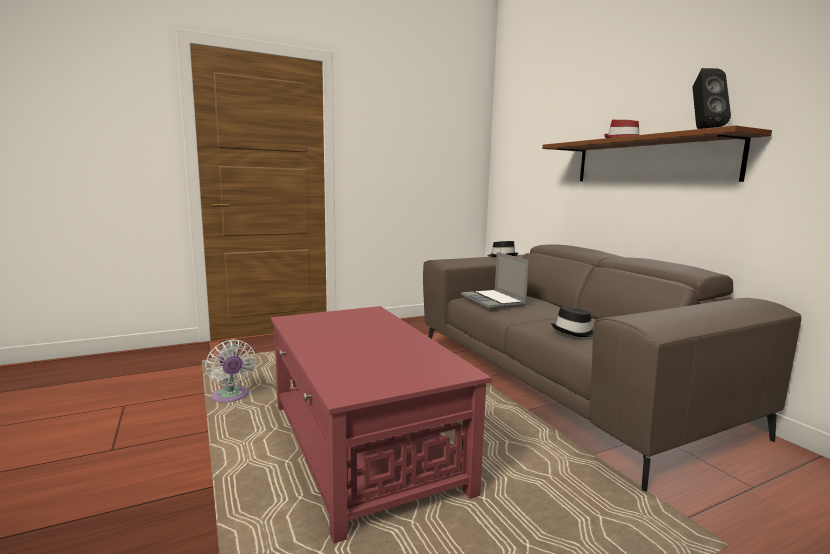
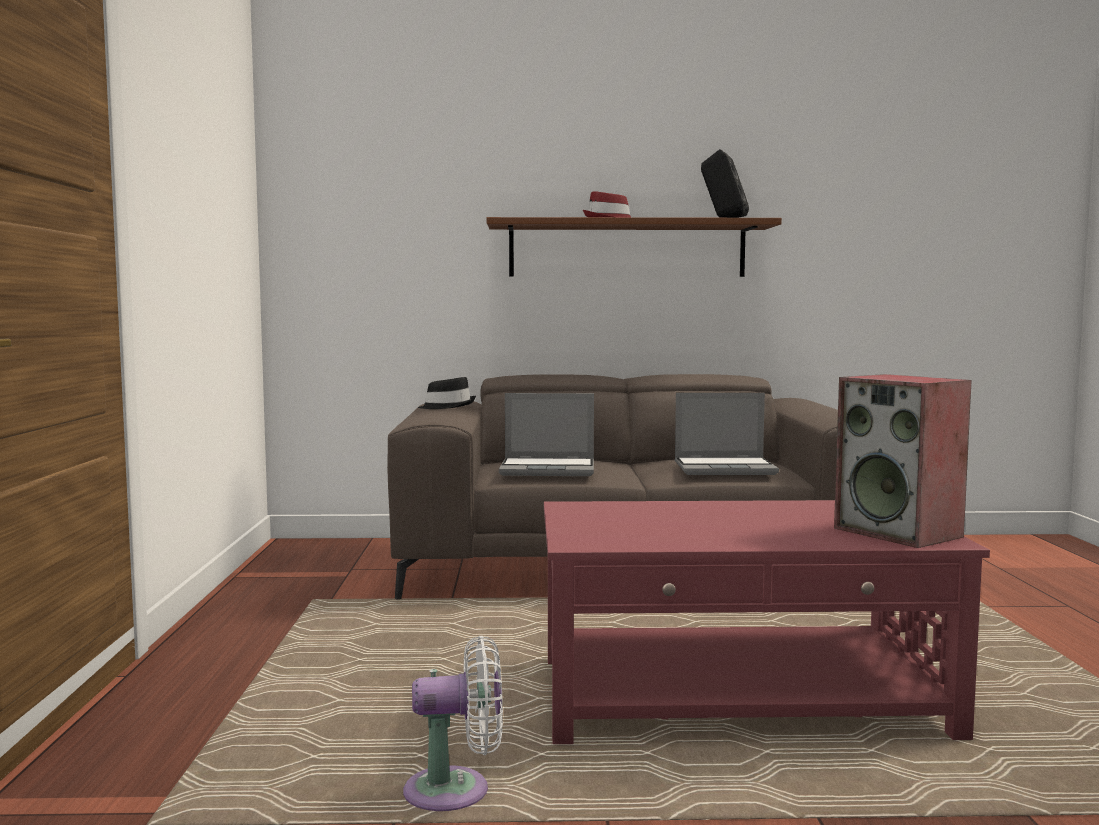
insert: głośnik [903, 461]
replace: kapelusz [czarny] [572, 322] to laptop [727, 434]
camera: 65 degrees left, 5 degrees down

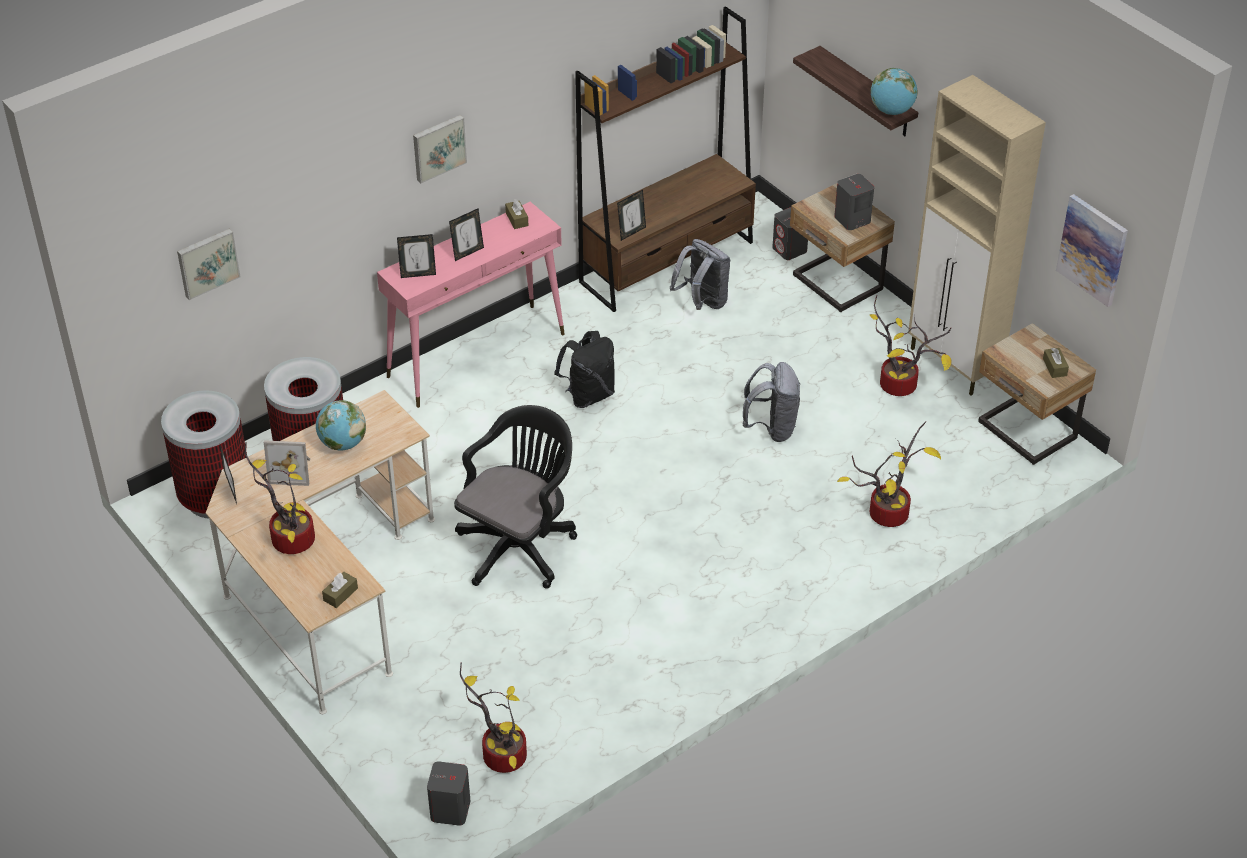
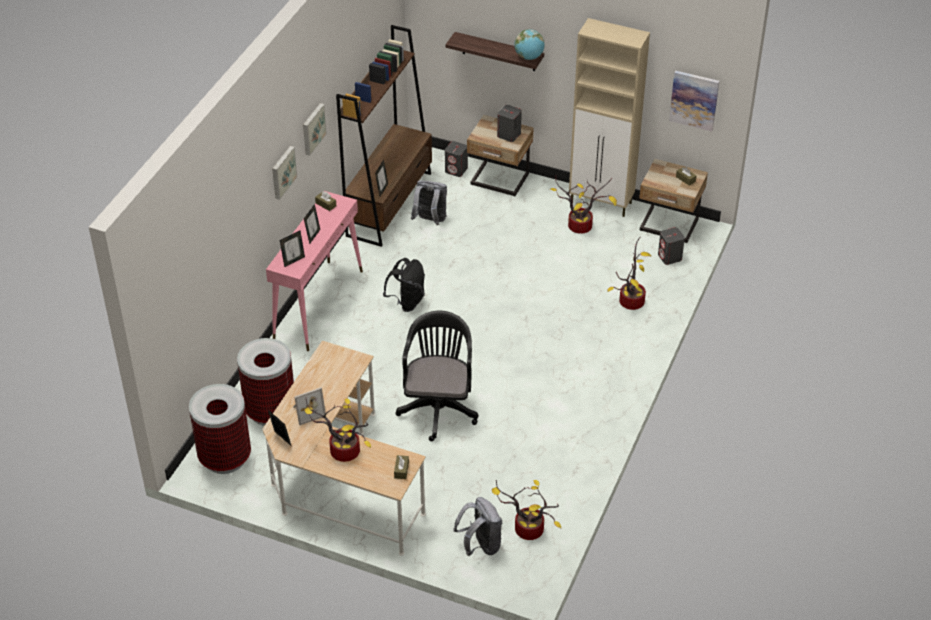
delete: globus [341, 425]
move: obraz [209, 264] to [315, 129]; plecak [szary] [771, 402] to [477, 526]; głośnik [szary] [448, 793] to [671, 246]
camera: 30 degrees left, 0 degrees up

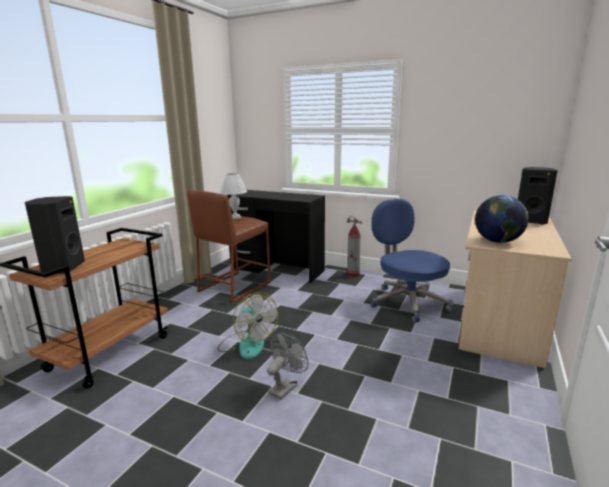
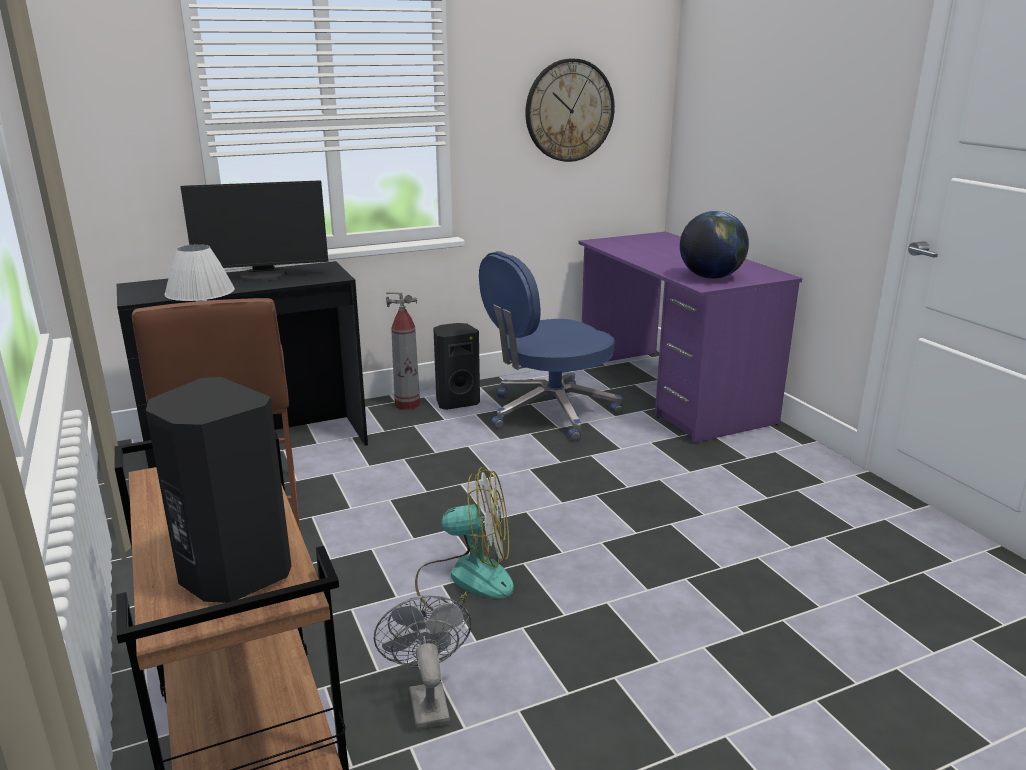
insert: monitor [254, 231]; zegar ścienny [570, 110]
move: wentylator [szary] [287, 366] to [422, 662]; głośnik [czarny] [538, 196] to [456, 366]
recolor: biurko [beżowy] [515, 289] to biurko [fioletowy] [690, 337]
rotate: krzesło biurowe [niebieski] [412, 261] = [551, 346] 45 degrees counterclockwise
camera: 50 degrees left, 5 degrees up

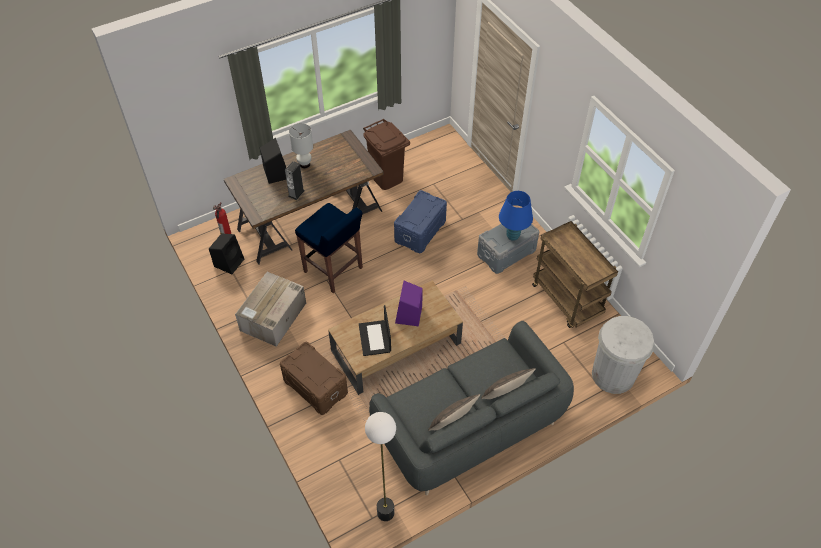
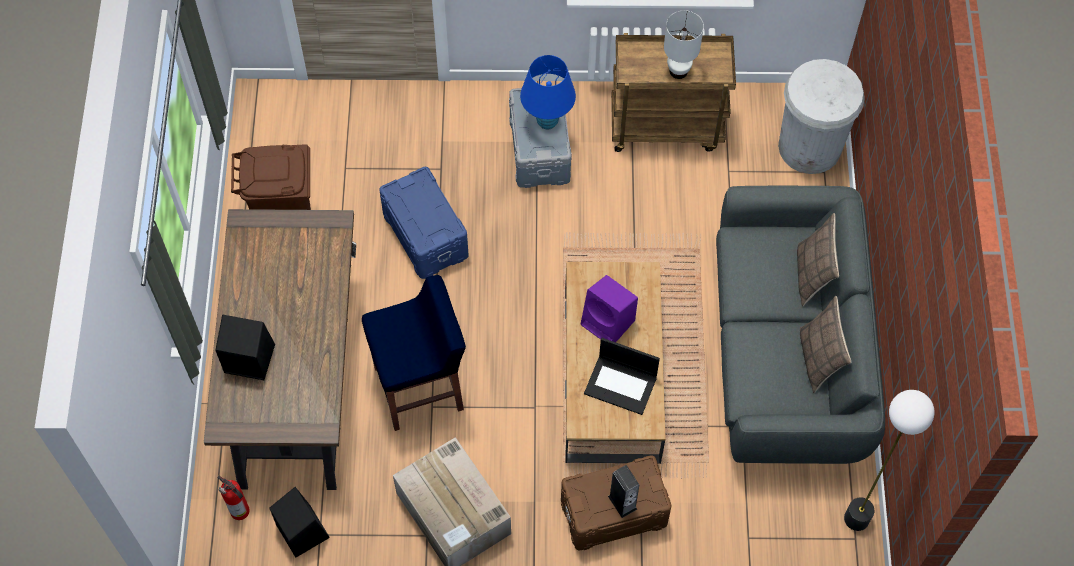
move: głośnik [295, 180] to [623, 491]; lampa stołowa [biały] [301, 145] to [684, 44]
camera: 60 degrees left, 10 degrees up

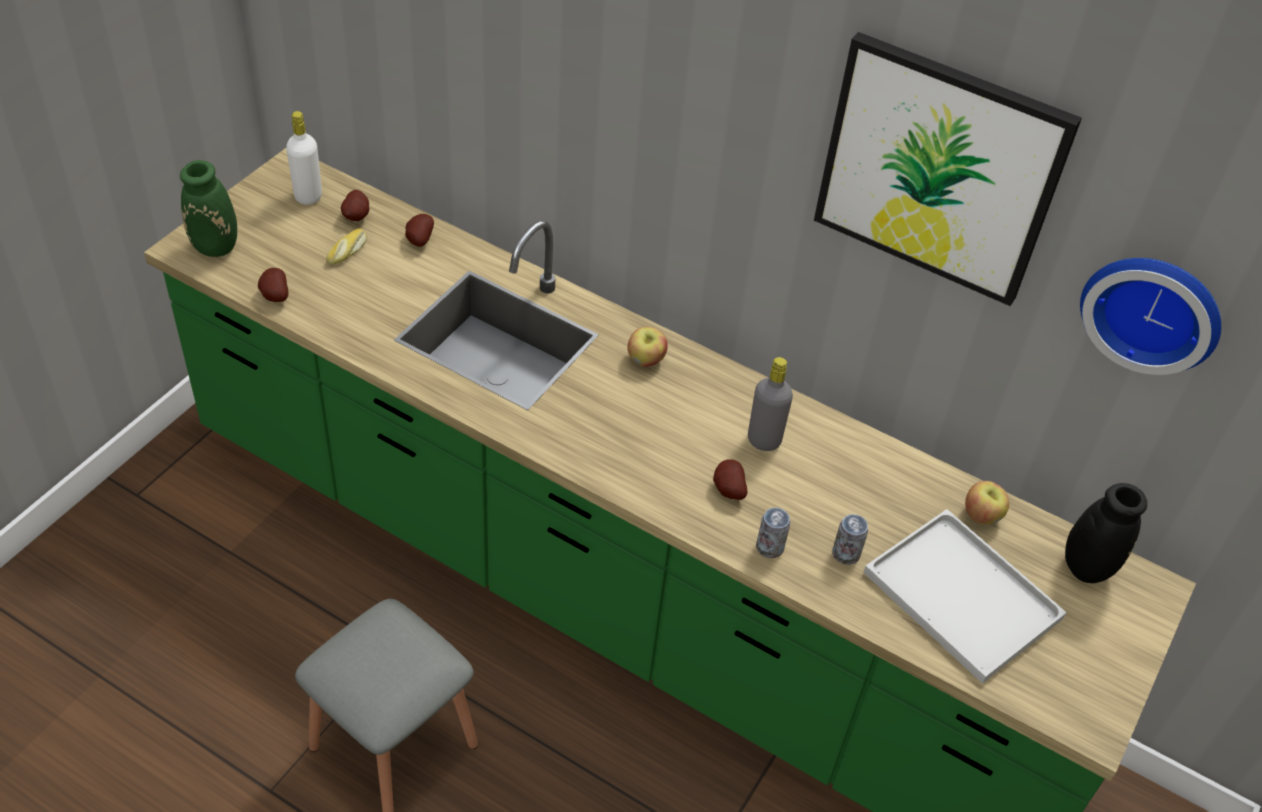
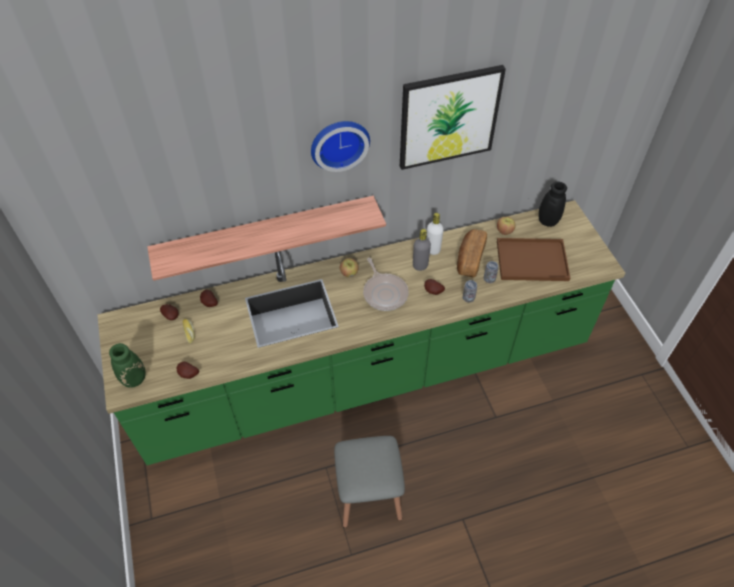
insert: półka [266, 238]; patelnia [386, 284]; chleb [472, 253]
move: zegar ścienny [1150, 316] to [340, 146]; butelka [biały] [304, 158] to [435, 234]
recolor: taca [biały] [965, 596] to taca [brązowy] [533, 259]
camera: 45 degrees left, 5 degrees up

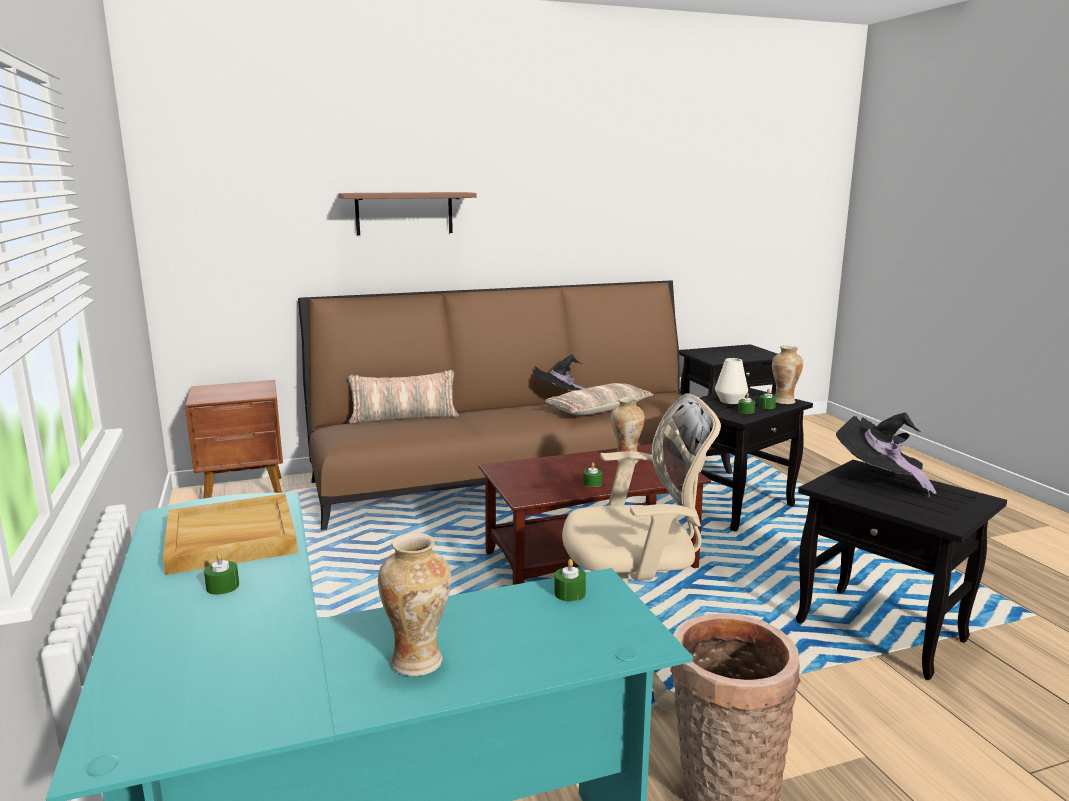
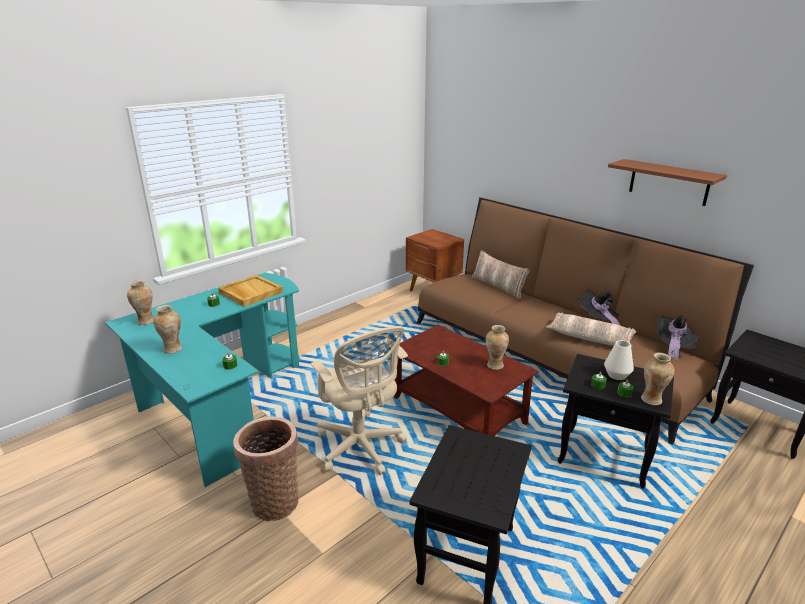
insert: wazon [140, 302]
move: półka [brązowy] [407, 213] to [667, 182]; kapelusz [czarny] [886, 455] to [678, 337]
camera: 65 degrees right, 10 degrees up

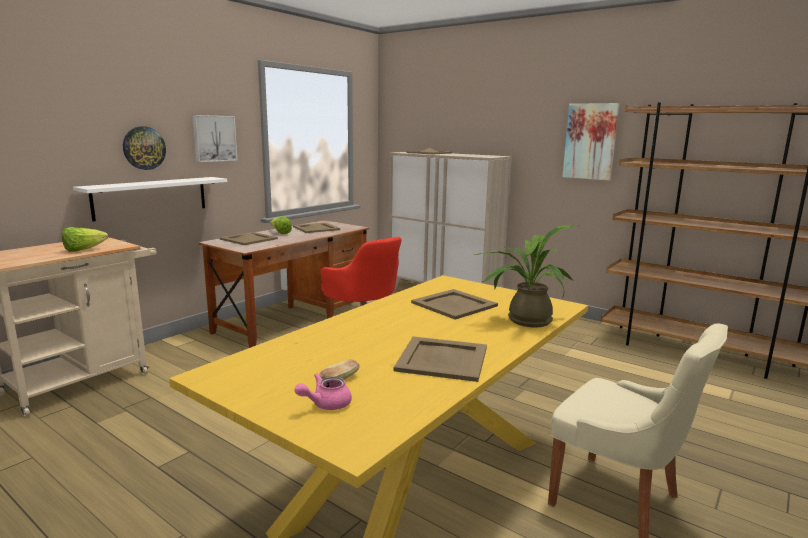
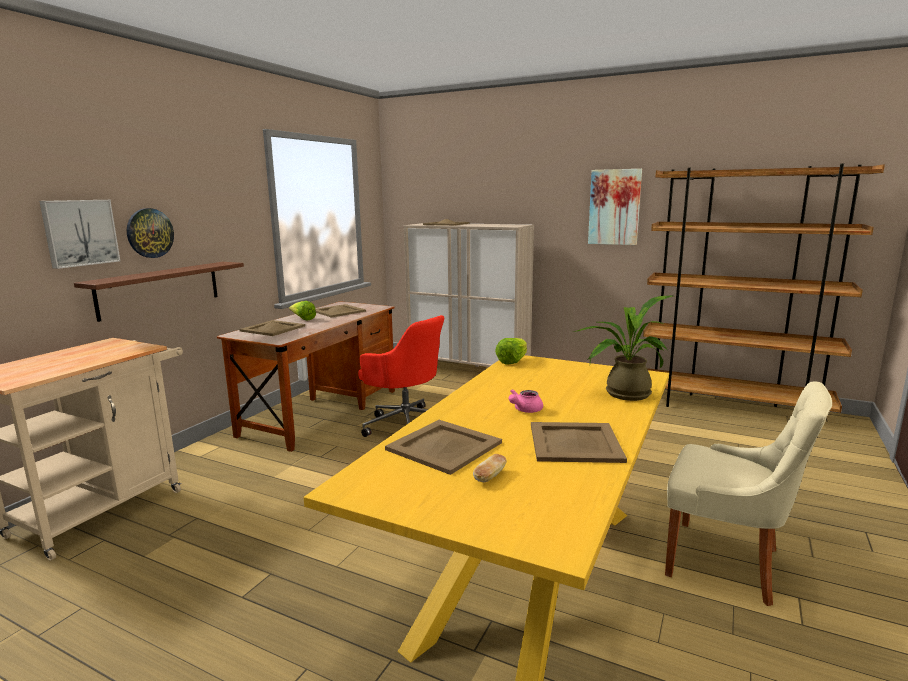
move: obraz [214, 138] to [79, 234]; taca [beżowy] [454, 304] to [443, 447]; sałata [85, 239] to [511, 351]; imbryk [różowy] [323, 391] to [525, 401]
recolor: półka [biały] [150, 199] to półka [brązowy] [159, 292]
camera: 10 degrees left, 0 degrees up

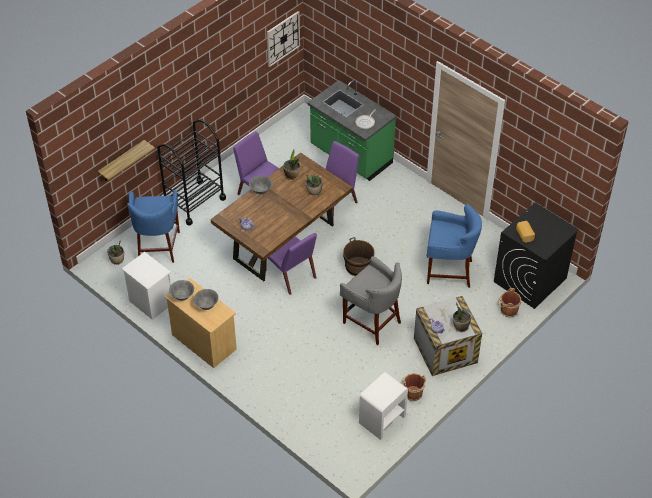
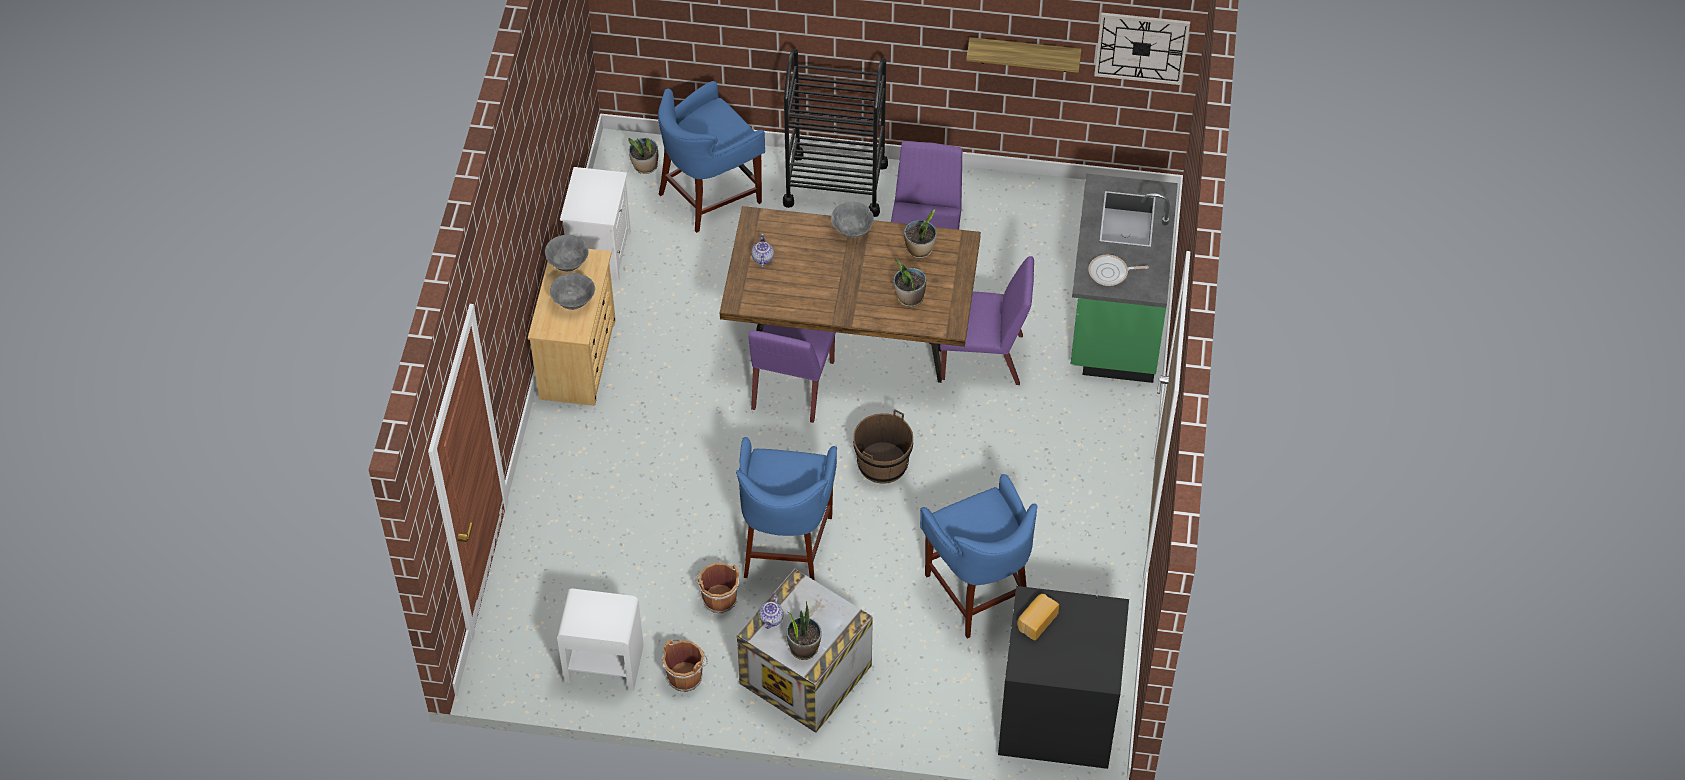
move: wiadro [brązowy] [509, 303] to [717, 588]; półka [126, 160] to [1024, 55]
recolor: stołek [szary] [371, 300] to stołek [niebieski] [786, 509]
camera: 55 degrees right, 5 degrees up

